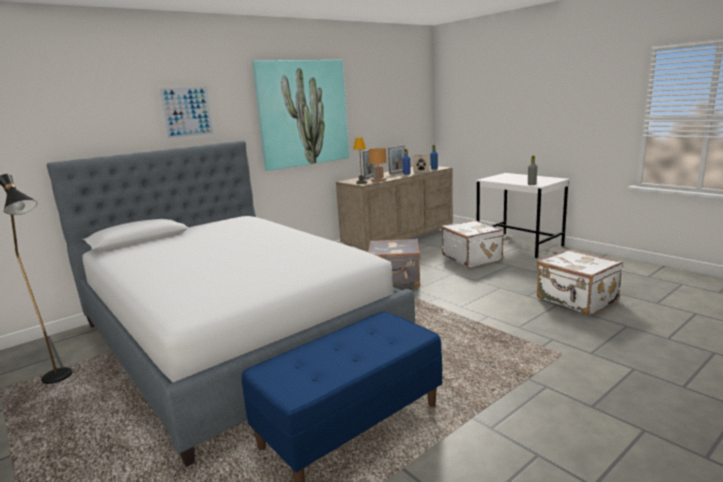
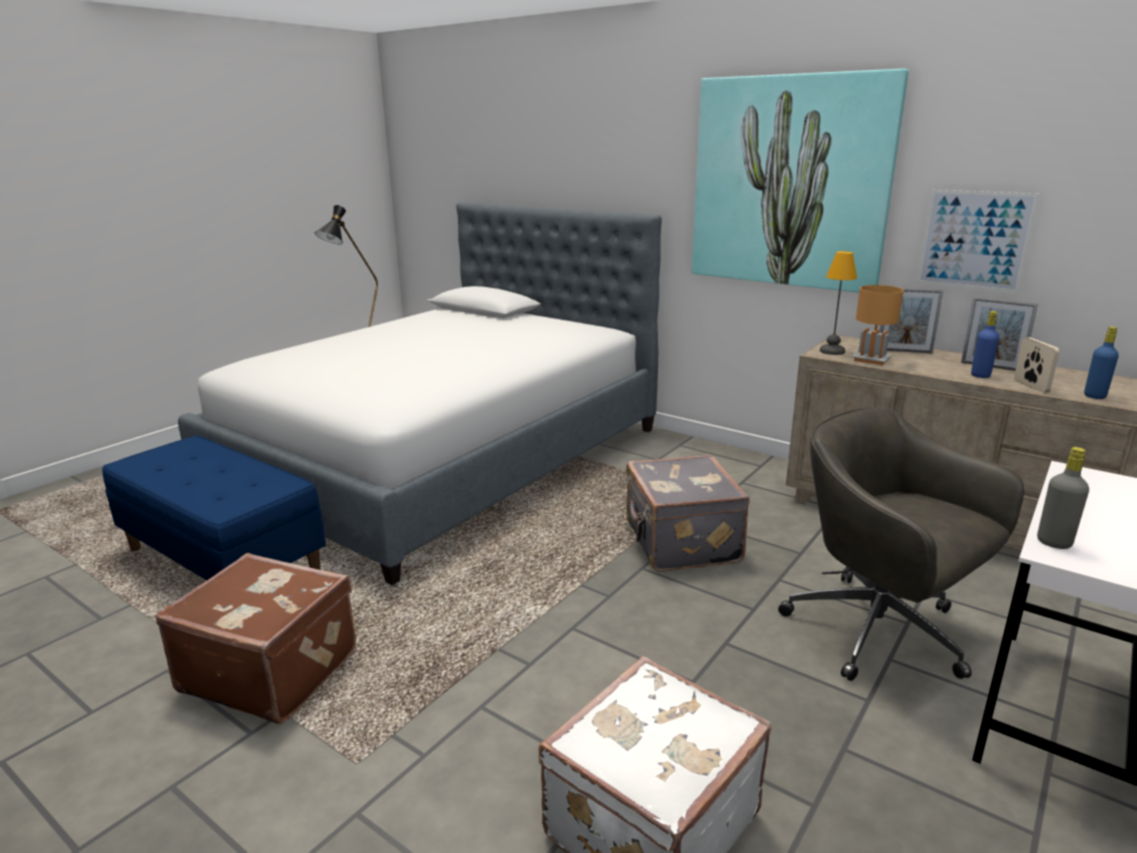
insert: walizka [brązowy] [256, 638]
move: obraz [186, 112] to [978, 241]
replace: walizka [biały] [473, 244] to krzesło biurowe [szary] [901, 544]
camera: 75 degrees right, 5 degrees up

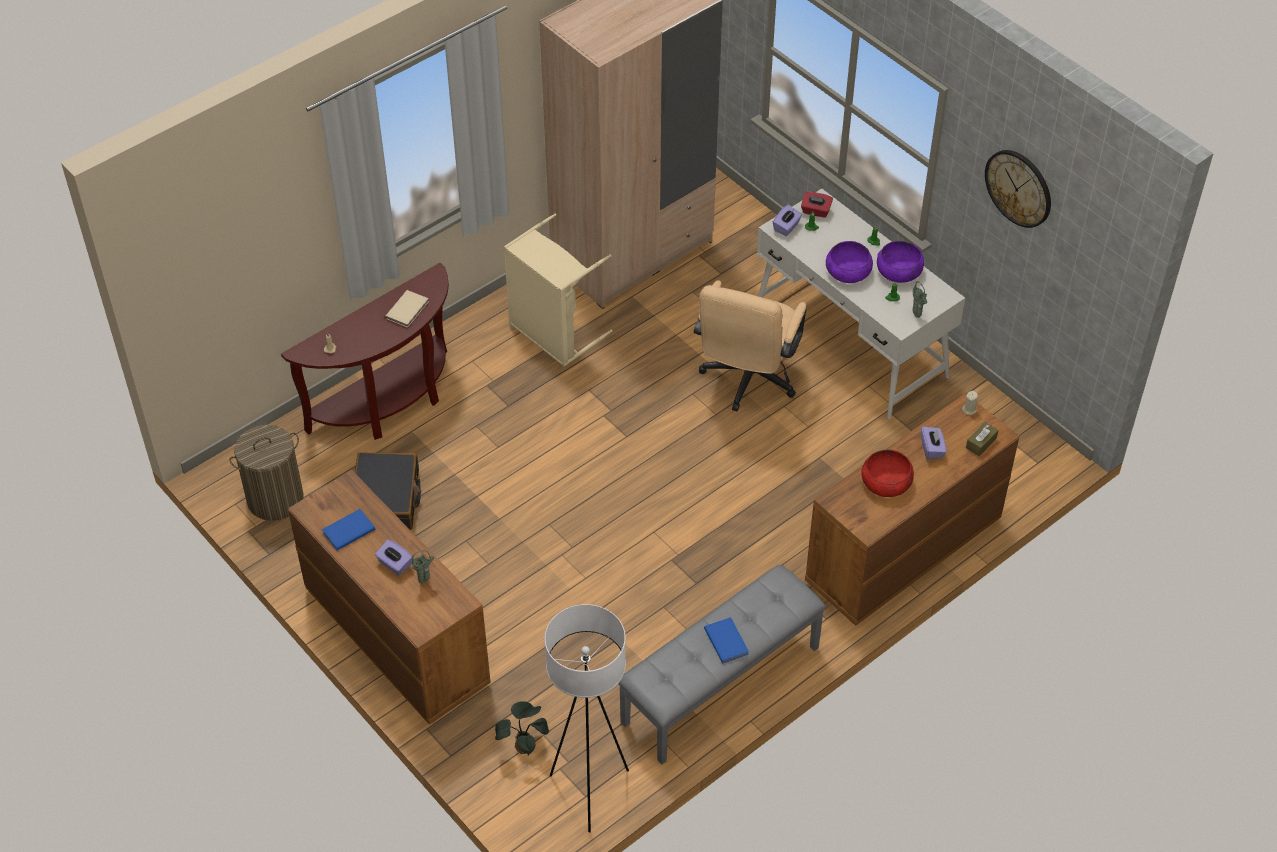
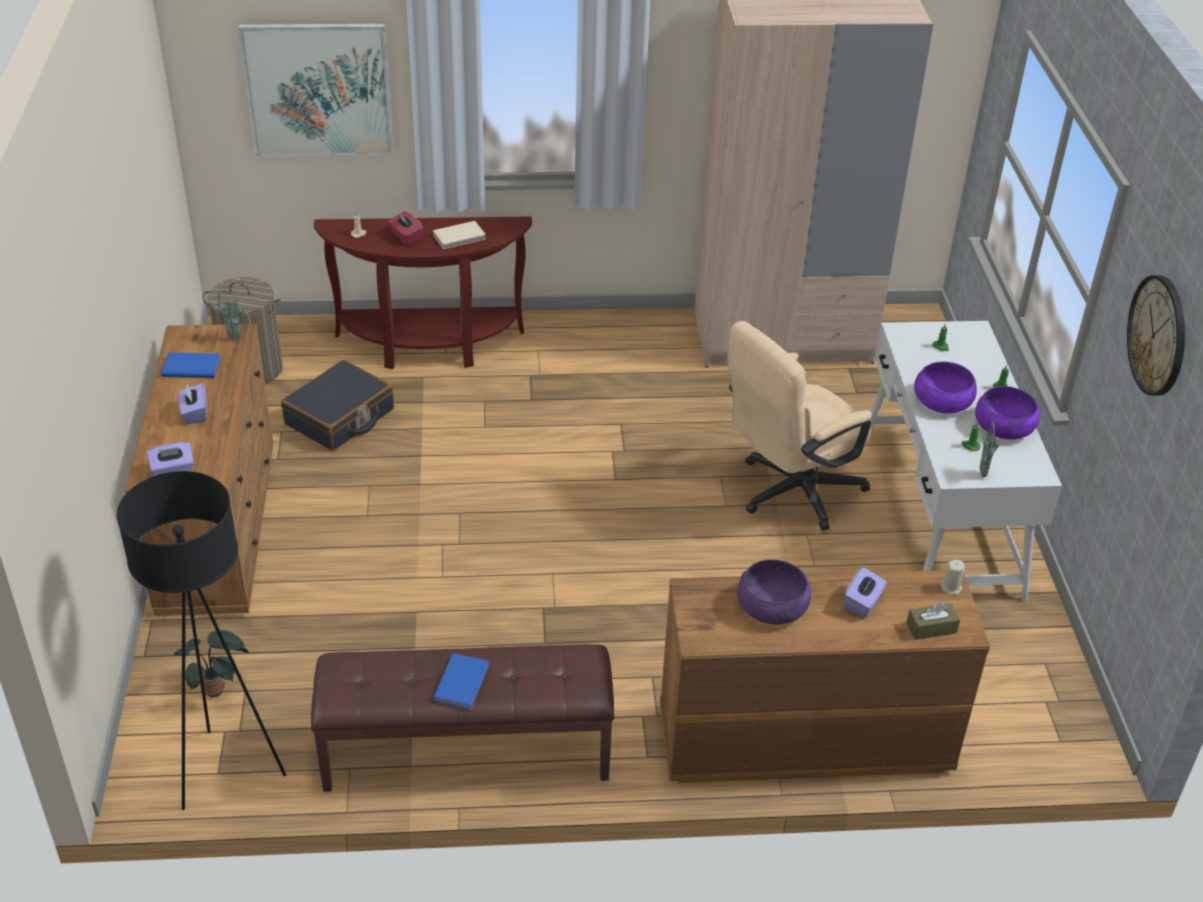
delete: kosz na pranie [beżowy] [558, 290]
insert: obraz [315, 90]
move: pudełko chusteczek [fioletowy] [787, 220] to [170, 459]; wazon [zielony] [423, 566] to [231, 314]; pudełko chusteczek [czerwony] [817, 205] to [405, 228]
recolor: lampa stojąca [biały] [586, 718] to lampa stojąca [czarny] [201, 640]; ławka [szary] [722, 664] to ławka [brązowy] [462, 718]; miska [czerwony] [888, 473] to miska [fioletowy] [774, 592]
camera: 35 degrees right, 10 degrees down

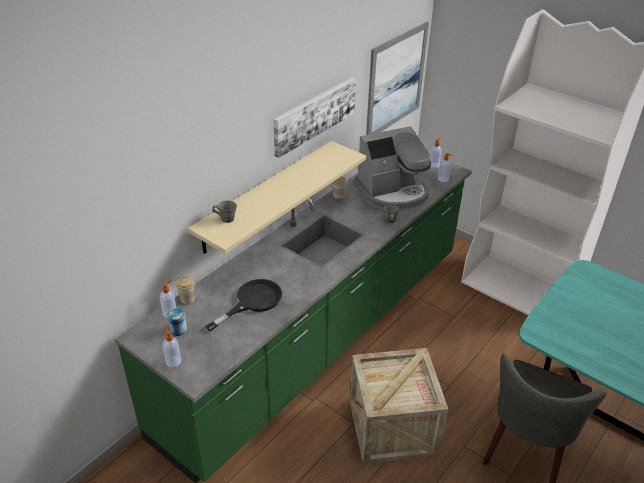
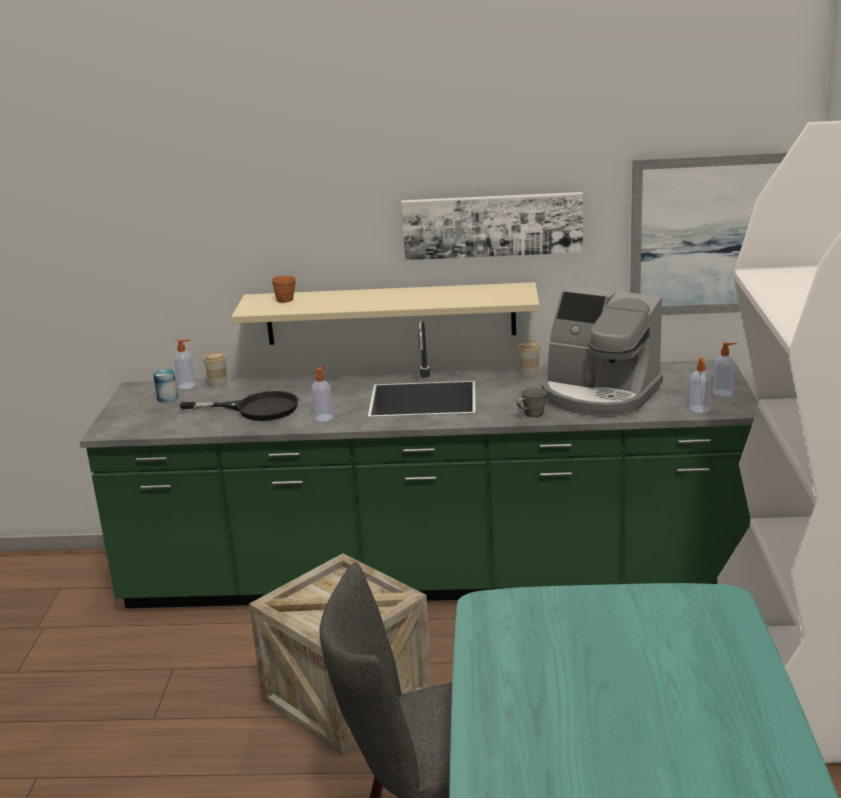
move: dozownik mydła [172, 346] to [322, 393]
recolor: kubek [szary] [224, 212] to kubek [pomarańczowy] [284, 289]
camera: 55 degrees right, 15 degrees down

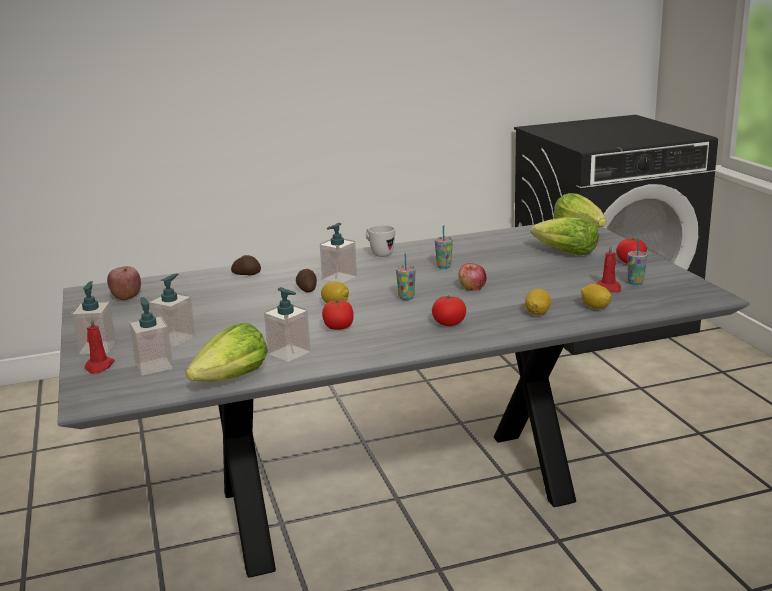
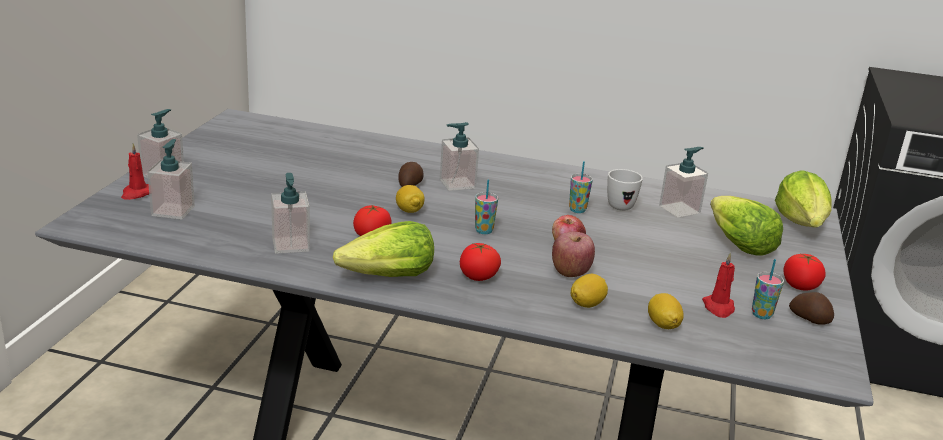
move: sałata [227, 352] to [383, 249]; jabłko [124, 283] to [573, 254]; kubek [biały] [380, 241] to [625, 190]; dozownik mydła [172, 310] to [683, 182]; ziemniak [246, 265] to [811, 308]
camera: 30 degrees right, 5 degrees up

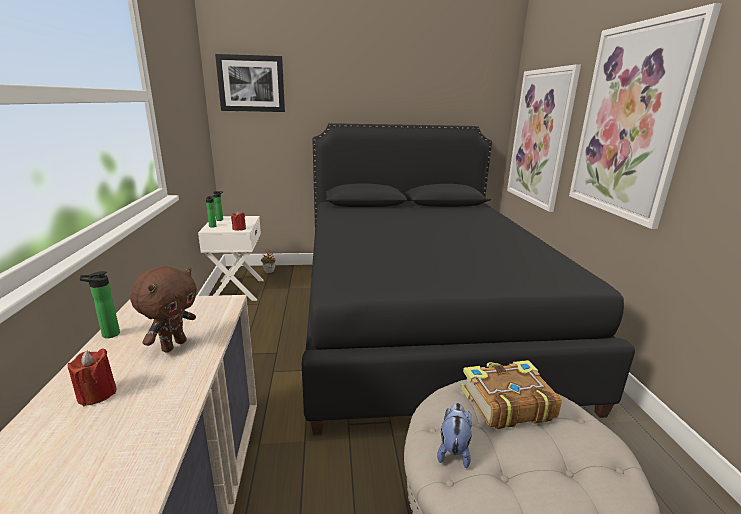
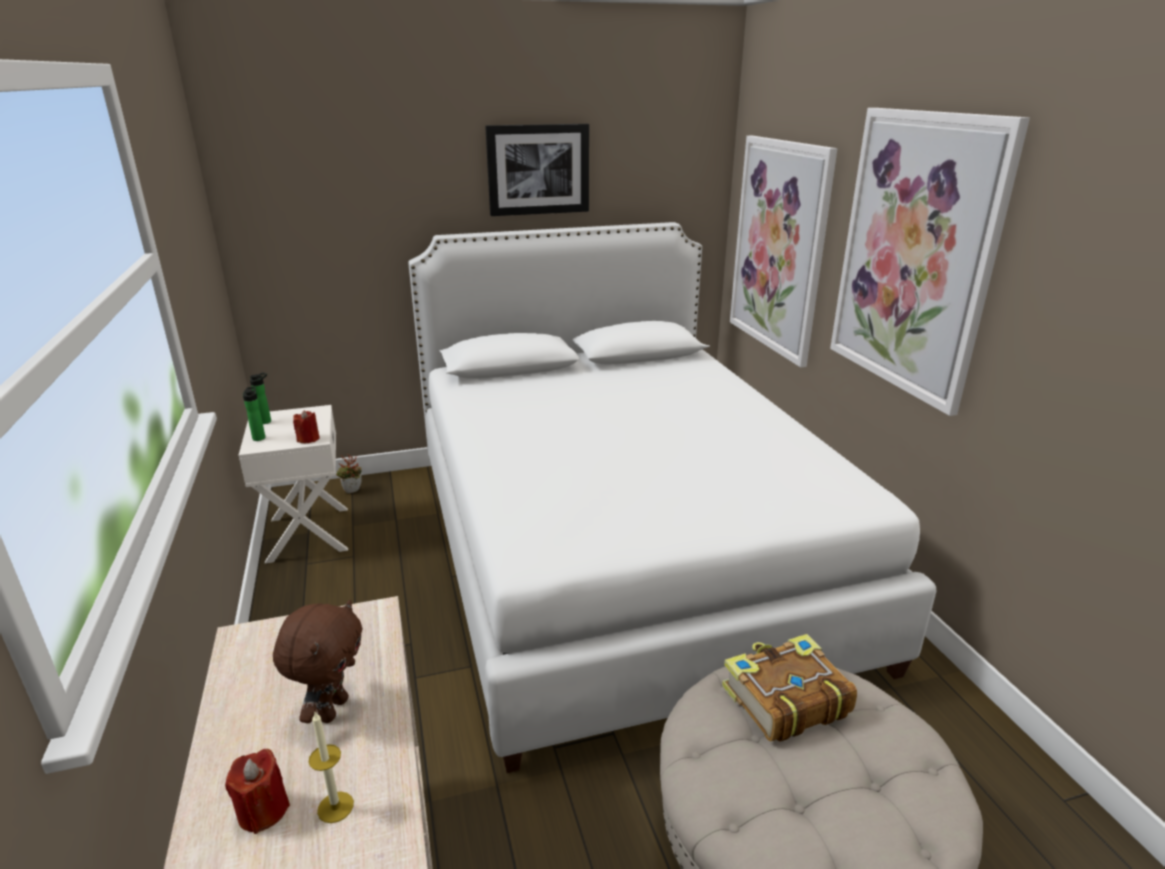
delete: butelka [99, 304]; pluszak [454, 435]
insert: świeca [331, 767]
move: obraz [250, 83] to [537, 170]
recolor: łóżko [czarny] [468, 279] to łóżko [biały] [672, 497]
camera: 10 degrees left, 5 degrees up

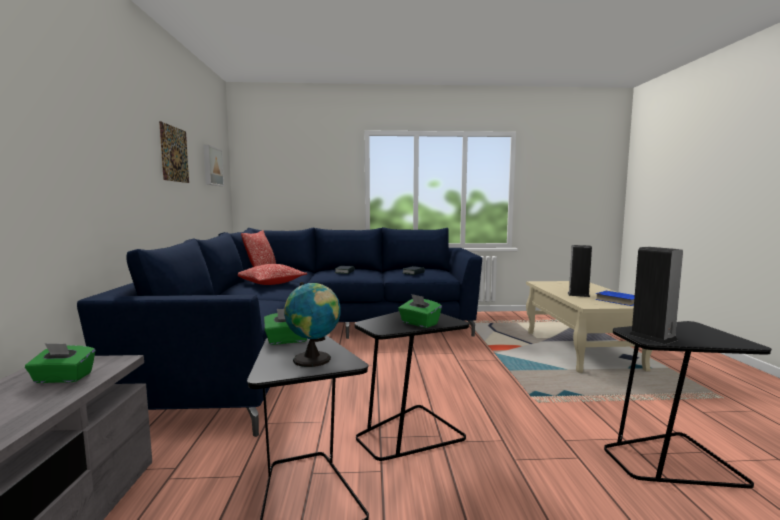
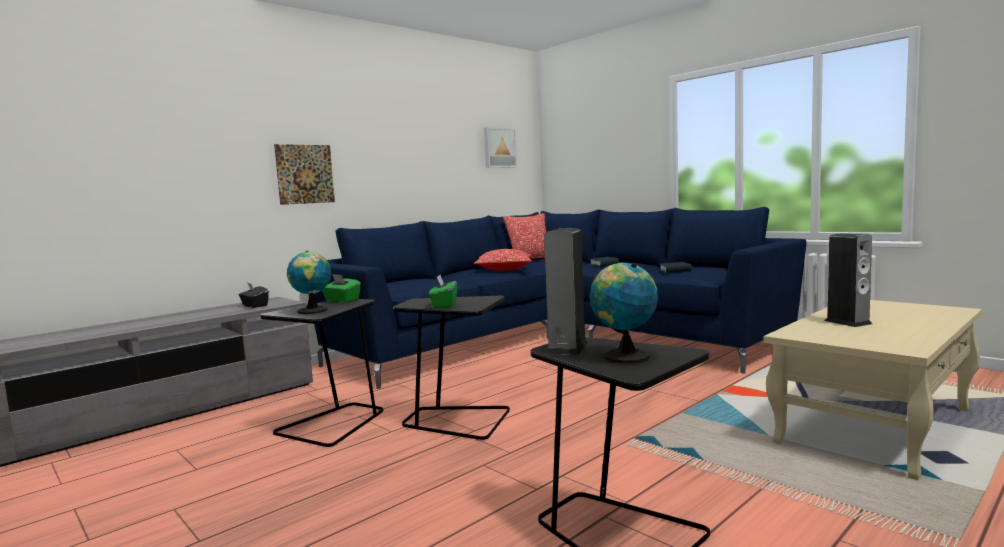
delete: książka [niebieski] [615, 298]
insert: globus [623, 313]
move: obraz [174, 152] to [304, 174]
recolor: pudełko chusteczek [zielony] [60, 363] to pudełko chusteczek [czarny] [254, 295]
camera: 50 degrees right, 0 degrees up

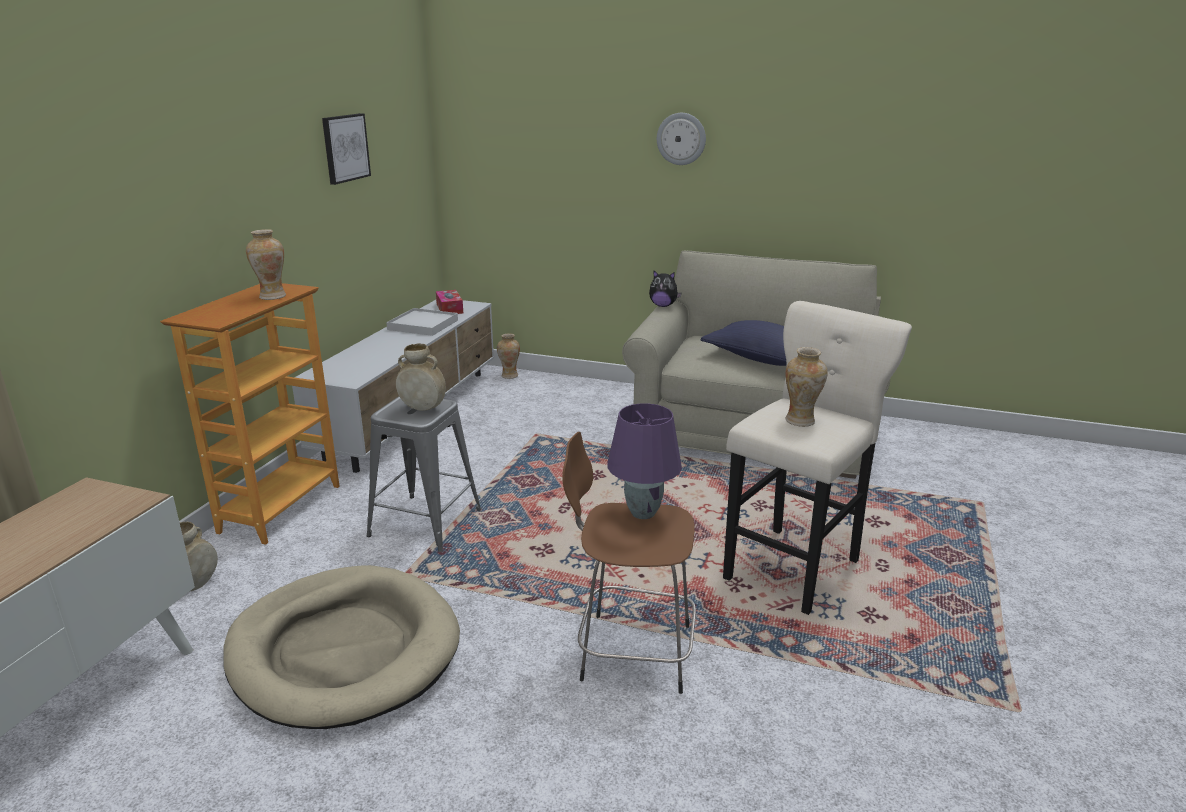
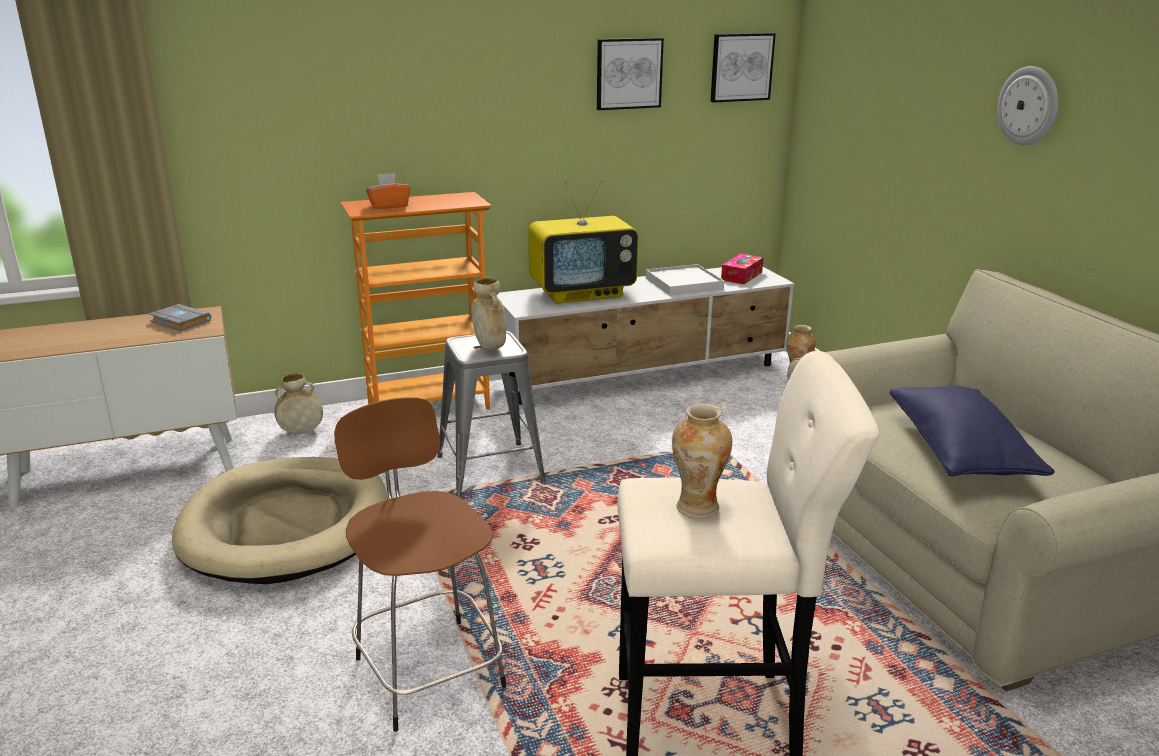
delete: wazon [266, 264]; lampa stołowa [fioletowy] [644, 461]; pluszak [665, 288]
insert: książka [szary] [180, 317]; pudełko chusteczek [pomarańczowy] [388, 191]; telewizor [583, 242]; obraz [743, 68]
camera: 50 degrees right, 0 degrees up

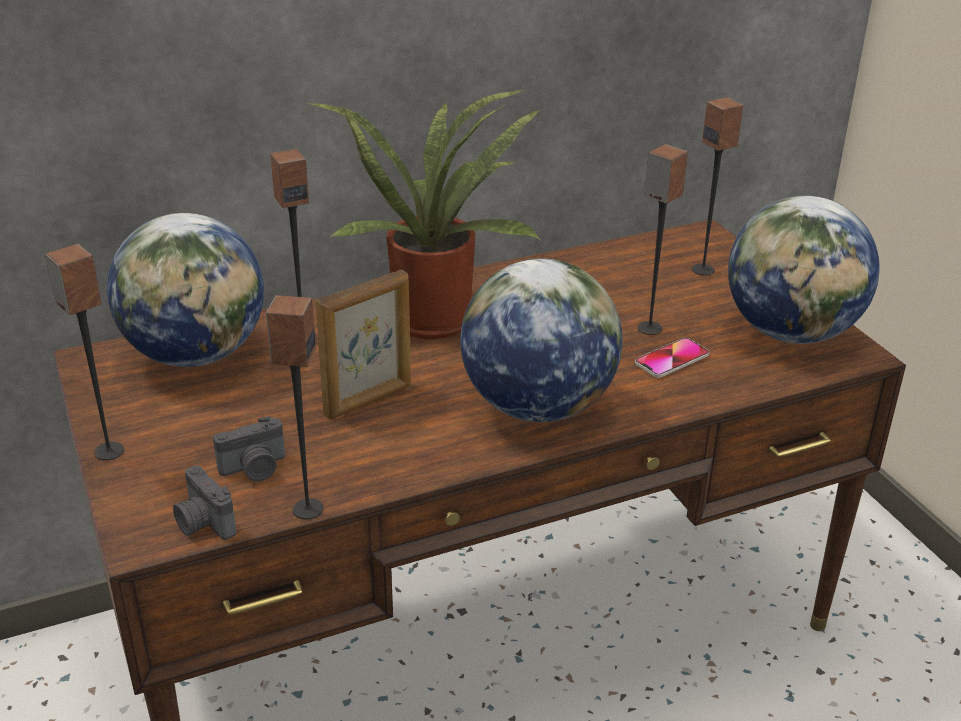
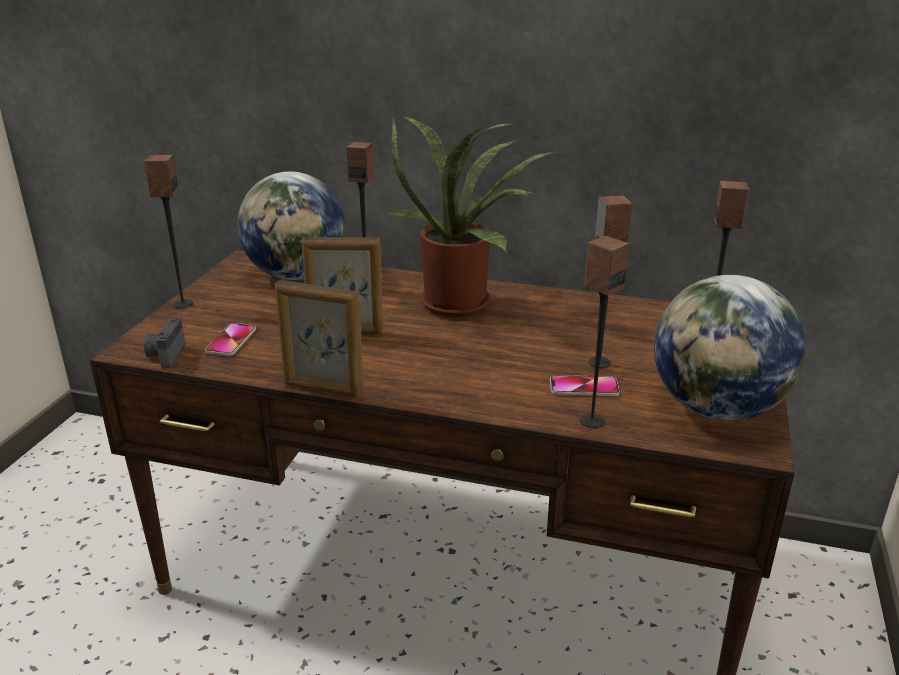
delete: globus [541, 340]
insert: ramka na zdjęcie [319, 339]
move: głośnik [294, 407] to [604, 332]
replace: aparat fotograficzny [249, 448] to telefon [230, 339]
camera: 40 degrees right, 5 degrees down

